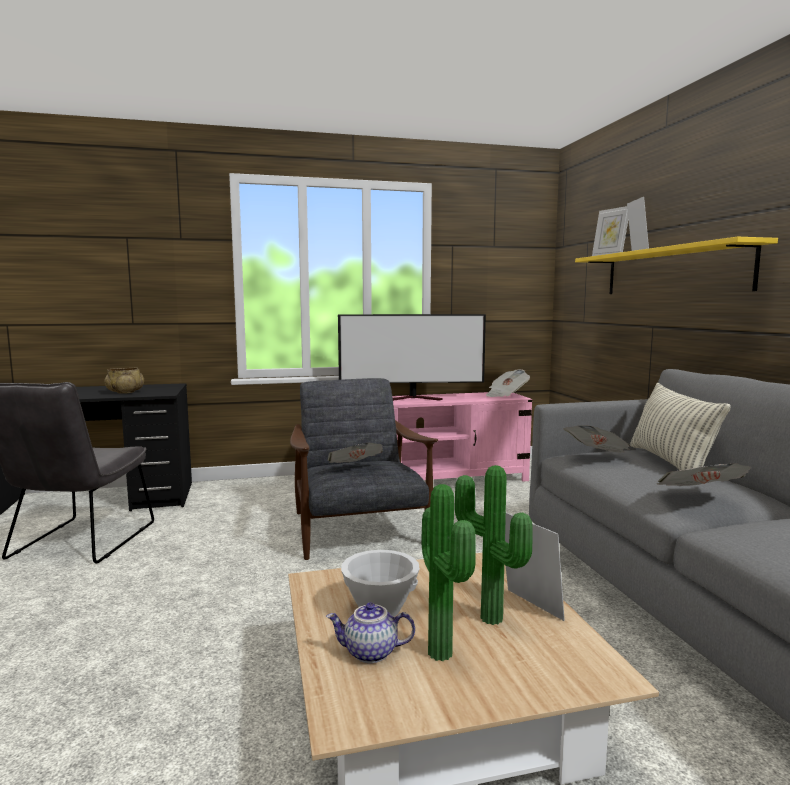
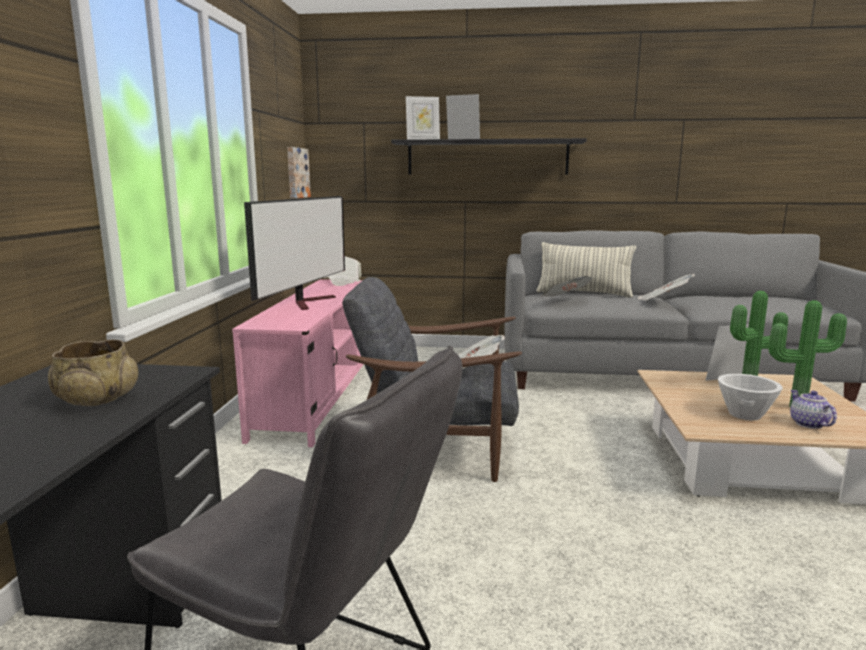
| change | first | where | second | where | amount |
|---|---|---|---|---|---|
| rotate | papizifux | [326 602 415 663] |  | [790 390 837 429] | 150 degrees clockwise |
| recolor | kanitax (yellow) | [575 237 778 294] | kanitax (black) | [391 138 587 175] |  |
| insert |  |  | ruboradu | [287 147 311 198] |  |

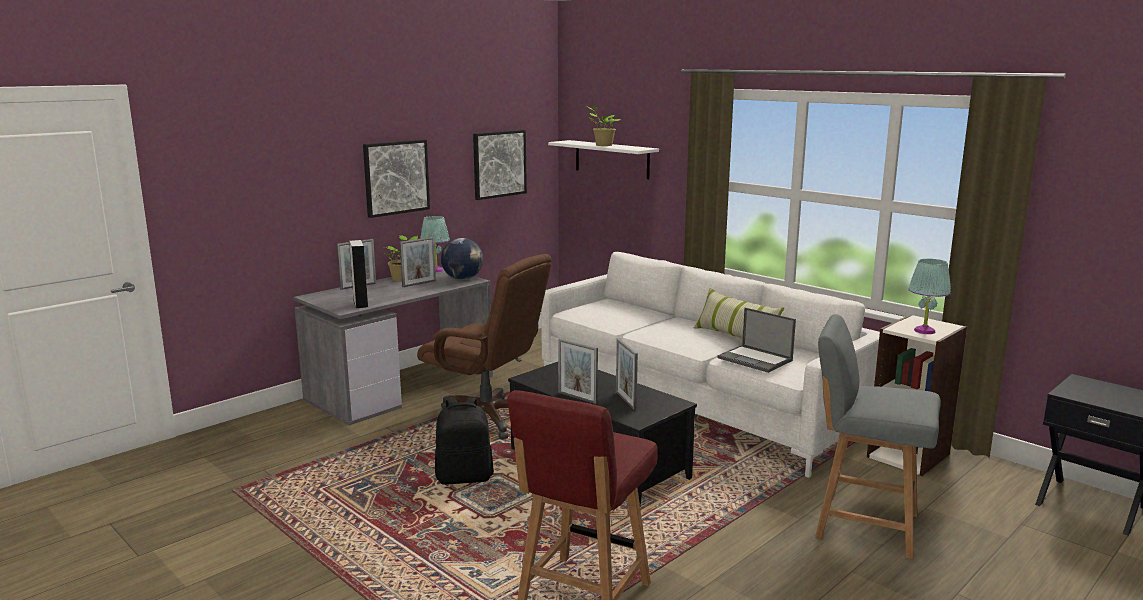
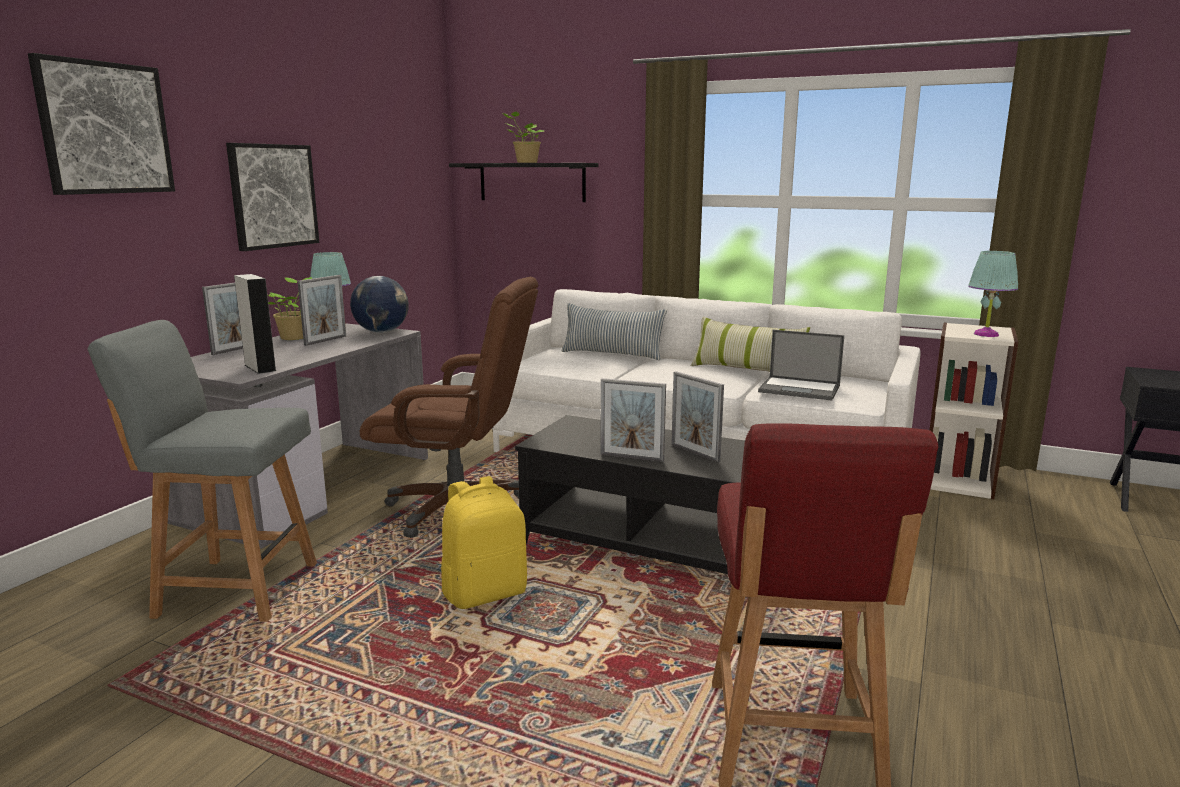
| change | first | where | second | where | amount |
|---|---|---|---|---|---|
| recolor | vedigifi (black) | [435 398 494 485] | vedigifi (yellow) | [441 476 527 609] |  |
| move | ruboradu | [473 130 527 200] |  | [28 53 175 195] |  |
| recolor | kanitax (white) | [548 140 659 179] | kanitax (black) | [449 163 598 202] |  |
| move | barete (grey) | [815 314 941 559] |  | [88 320 317 622] |  |
| insert |  |  | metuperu | [562 303 667 361] |  |

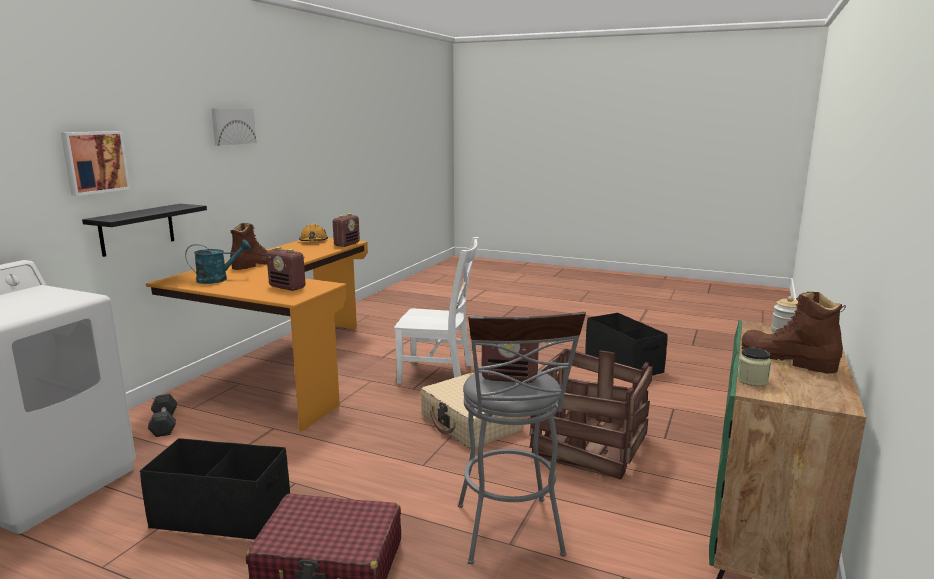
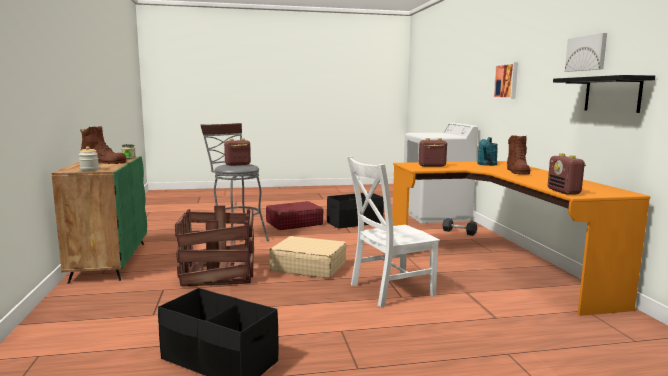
| change | first | where | second | where | amount |
|---|---|---|---|---|---|
| move | kanitax (black) | [82 204 207 257] |  | [553 75 655 113] |  |
| delete | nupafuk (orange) | [299 223 328 241] |  |  |  |

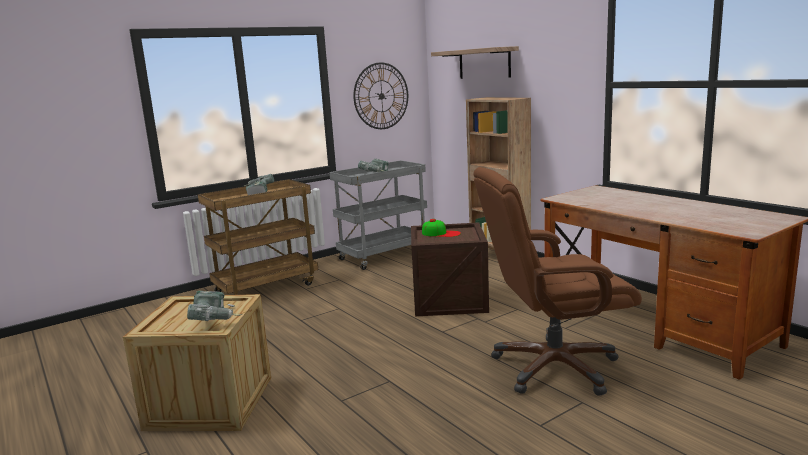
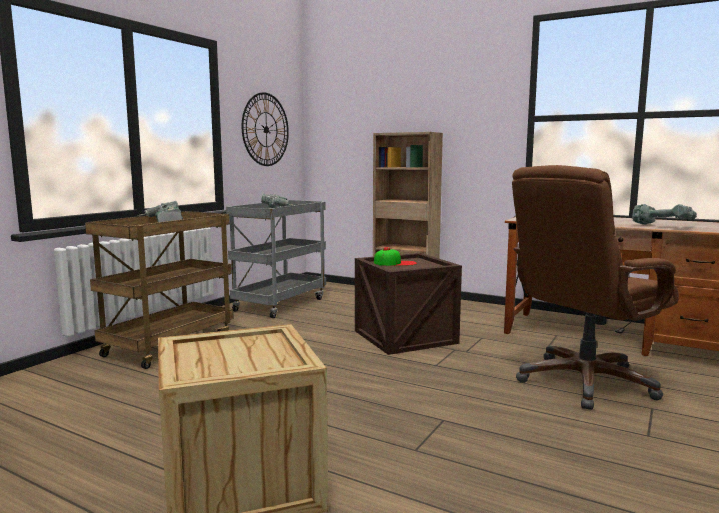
| change | first | where | second | where | amount |
|---|---|---|---|---|---|
| move | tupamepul | [187 291 242 321] |  | [632 204 697 225] |  |
| delete | kanitax | [431 46 519 79] |  |  |  |

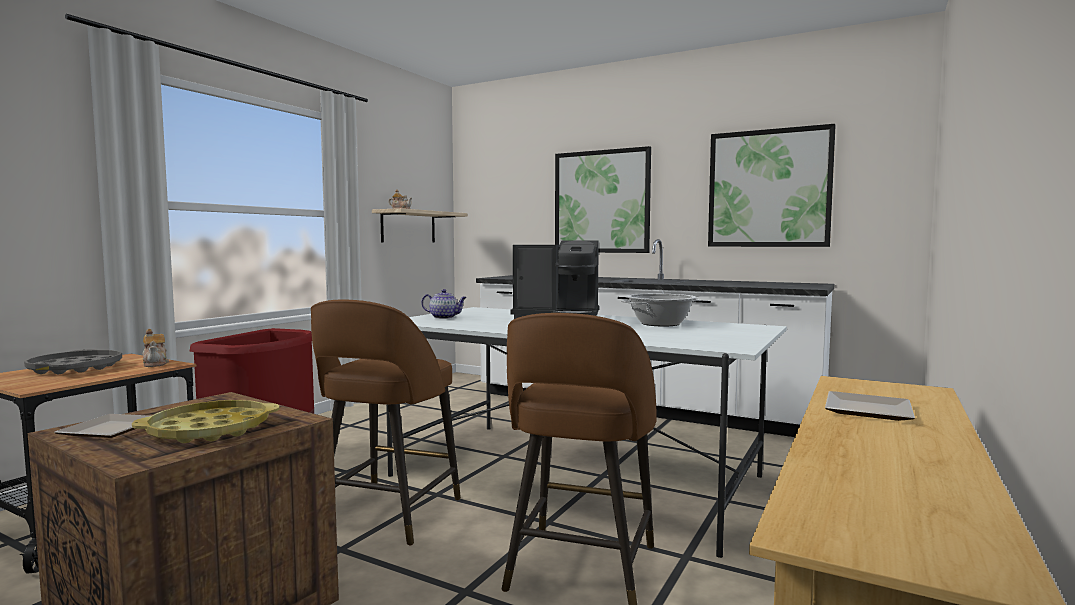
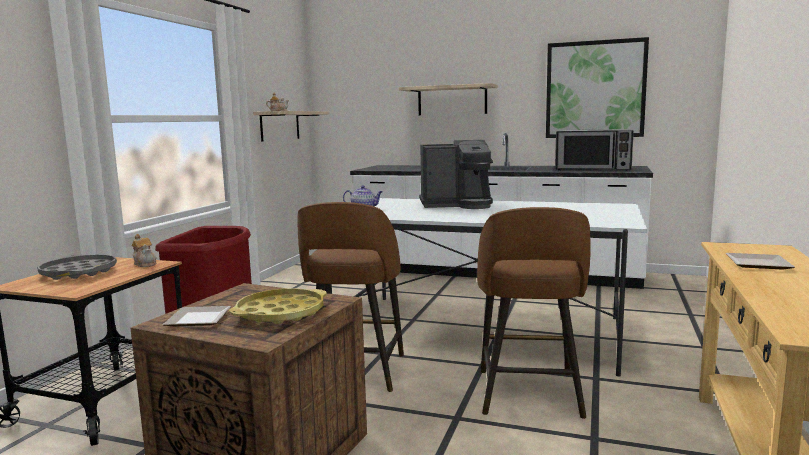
| change | first | where | second | where | amount |
|---|---|---|---|---|---|
| replace | ruboradu | [555 146 651 253] | kanitax | [399 83 498 115] |  |
| delete | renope | [621 294 700 326] |  |  |  |
| insert |  |  | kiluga | [555 129 634 171] |  |

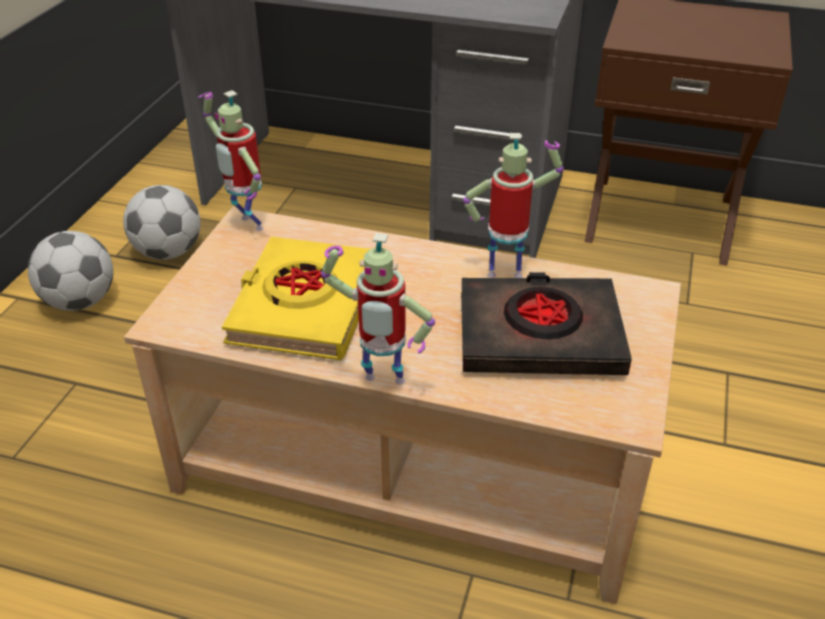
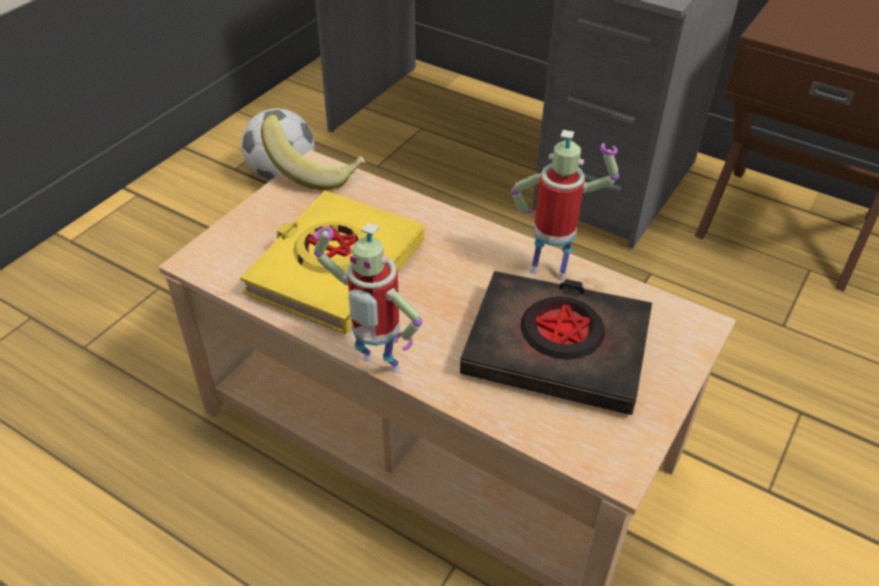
| change | first | where | second | where | amount |
|---|---|---|---|---|---|
| delete | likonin | [28 231 113 311] |  |  |  |
| replace | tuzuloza | [198 90 263 231] | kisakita | [261 115 366 190] |  |

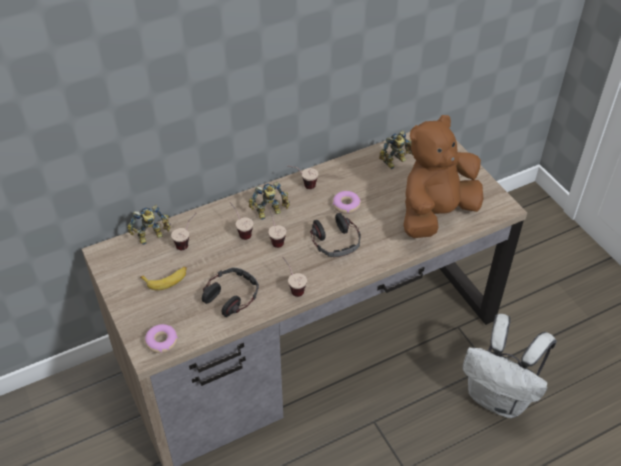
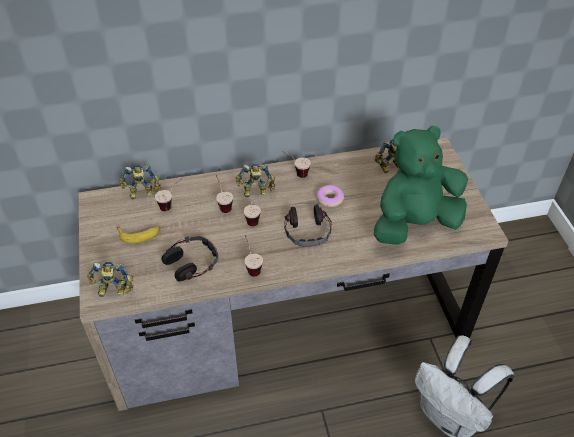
| change | first | where | second | where | amount |
|---|---|---|---|---|---|
| replace | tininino | [145 324 178 353] | tuzuloza | [87 262 133 297] |  |
| recolor | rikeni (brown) | [403 115 484 238] | rikeni (green) | [374 126 468 245] |  |

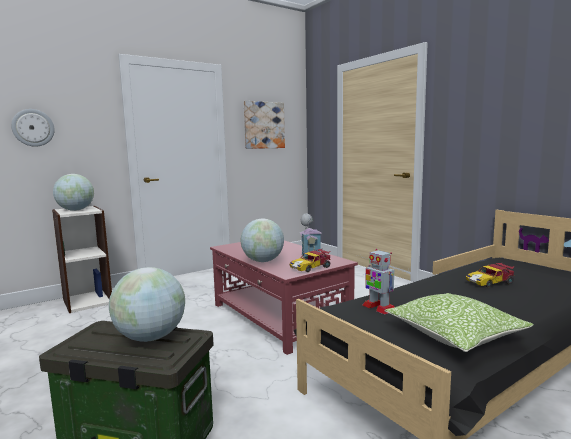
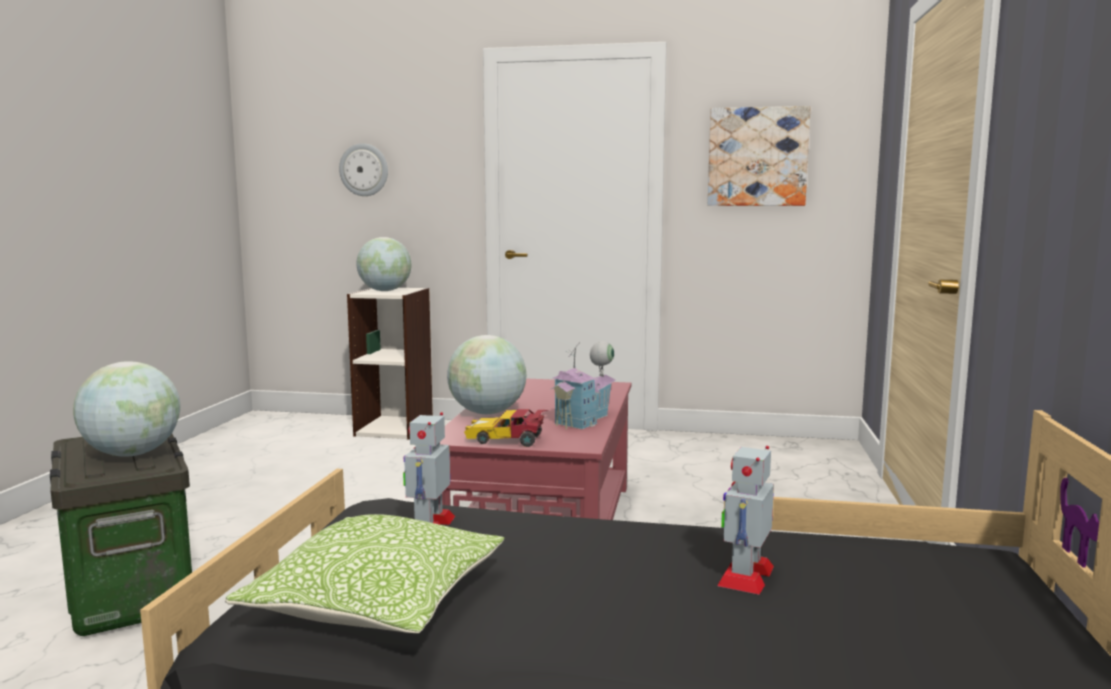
| change | first | where | second | where | amount |
|---|---|---|---|---|---|
| replace | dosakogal | [466 263 514 288] | tuzuloza | [717 446 774 595] |  |

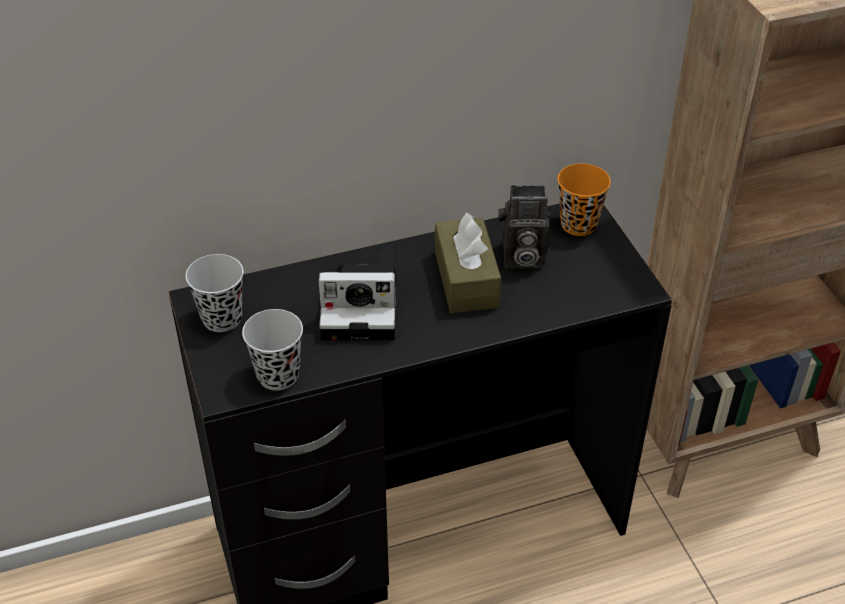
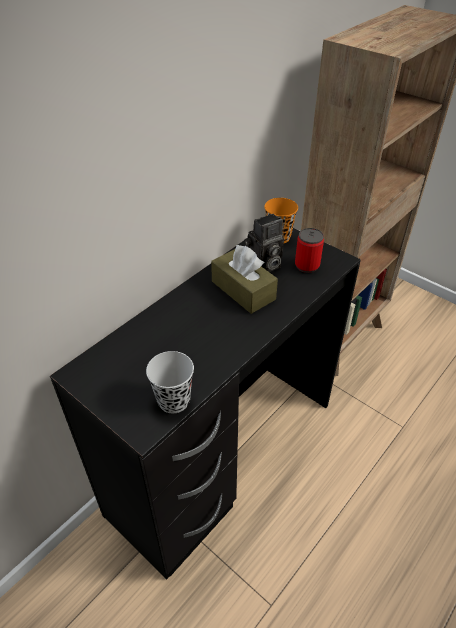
| change | first | where | second | where | amount |
|---|---|---|---|---|---|
| delete | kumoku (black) | [186 254 244 332] |  |  |  |
| delete | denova | [319 245 396 340] |  |  |  |
| insert |  |  | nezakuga | [295 228 324 273] |  |

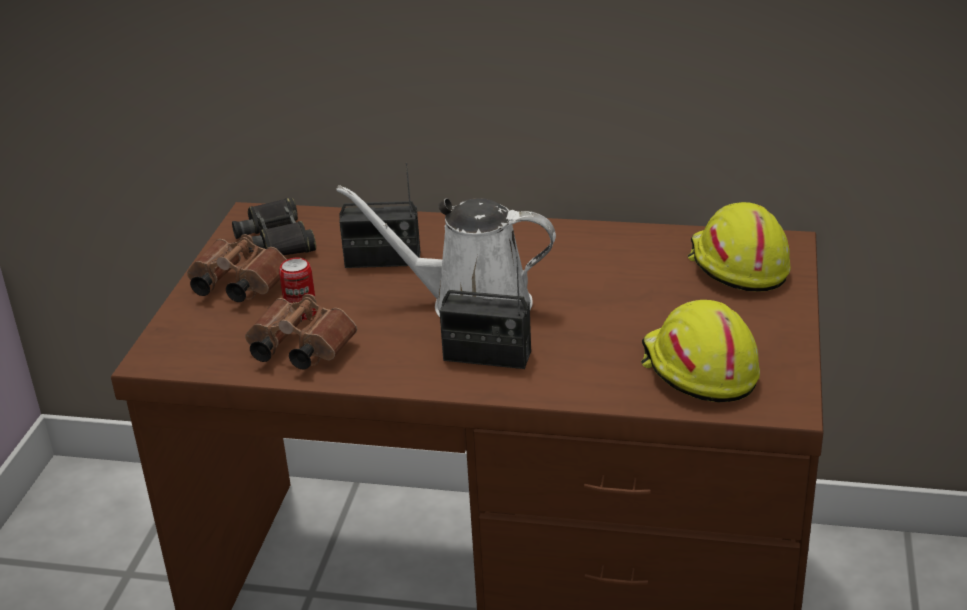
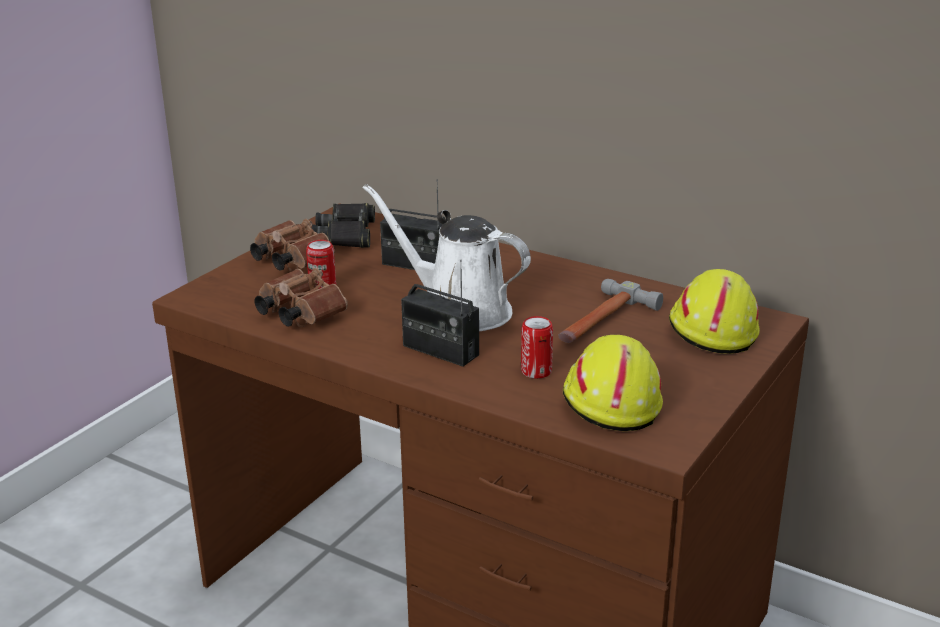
| change | first | where | second | where | amount |
|---|---|---|---|---|---|
| insert |  |  | nezakuga | [521 316 553 379] |  |
| insert |  |  | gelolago | [558 279 663 343] |  |

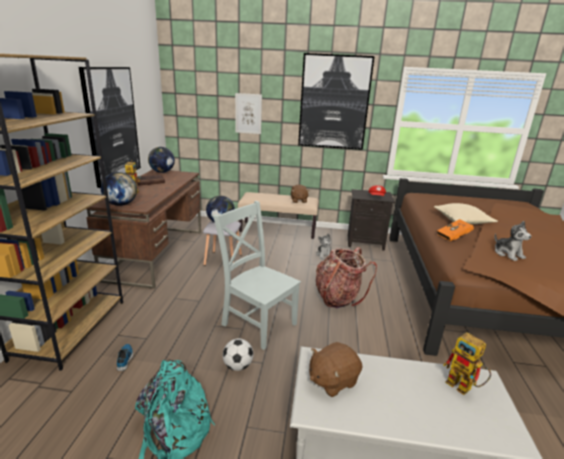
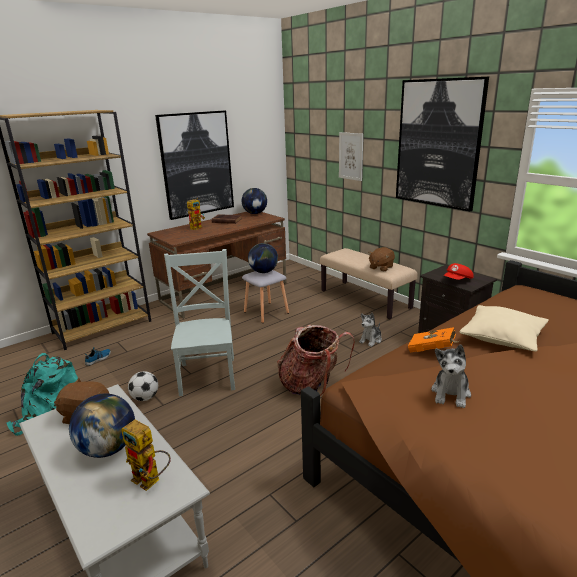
| change | first | where | second | where | amount |
|---|---|---|---|---|---|
| move | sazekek | [101 172 137 206] |  | [69 393 135 458] |  |
| rotate | tuzuloza | [443 332 491 395] |  | [121 420 171 491] | 60 degrees counterclockwise |

